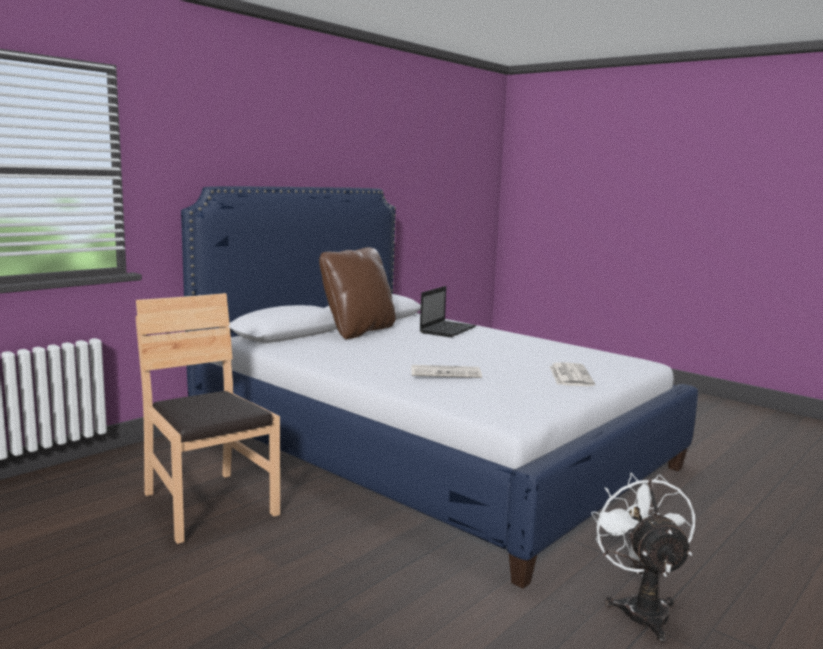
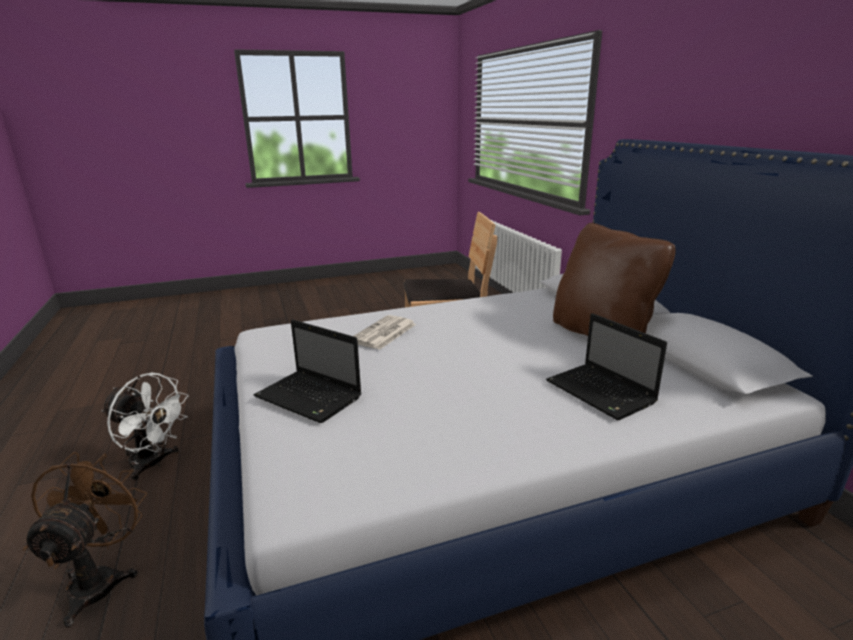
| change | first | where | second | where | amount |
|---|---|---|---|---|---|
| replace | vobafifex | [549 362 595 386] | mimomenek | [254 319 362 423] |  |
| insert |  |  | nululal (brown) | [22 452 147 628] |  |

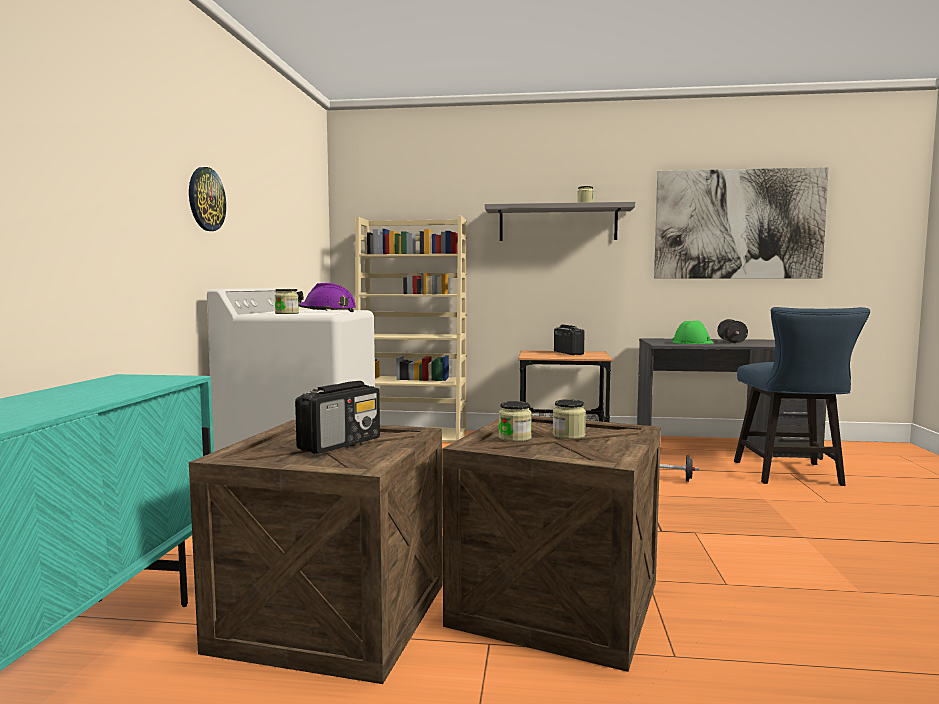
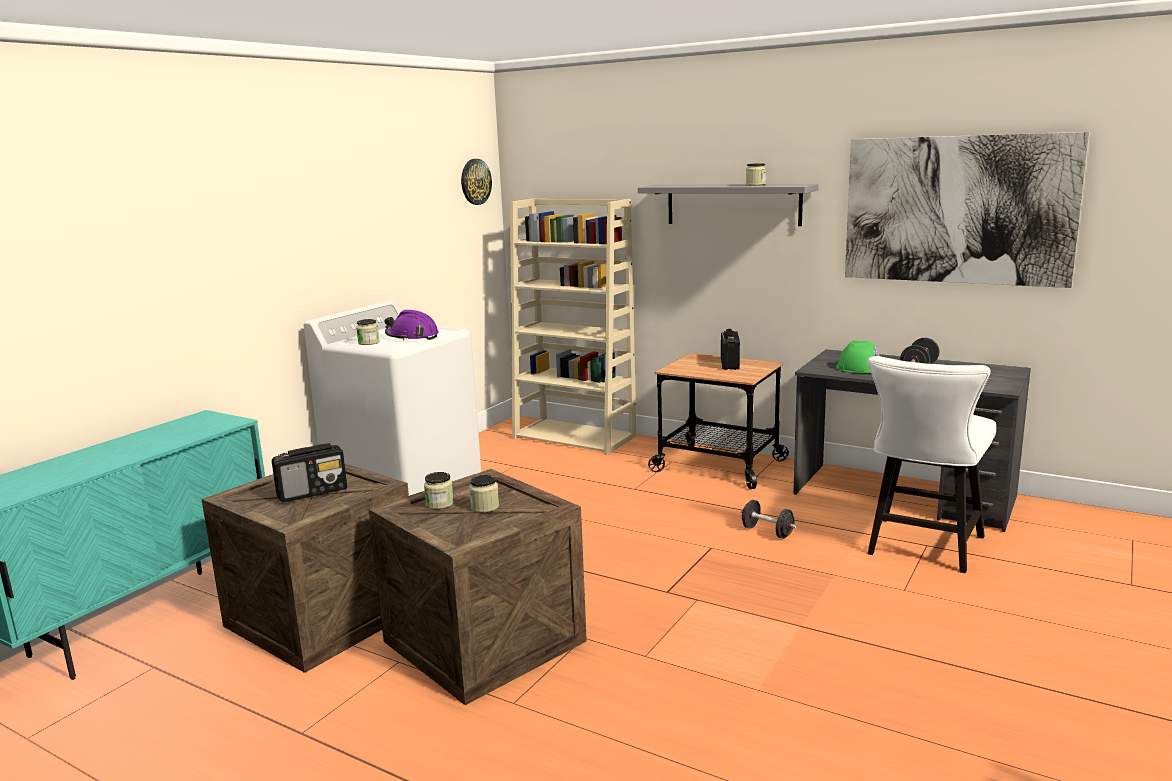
| change | first | where | second | where | amount |
|---|---|---|---|---|---|
| move | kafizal | [189 167 226 231] |  | [461 159 492 205] |  |
| recolor | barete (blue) | [734 307 870 486] | barete (white) | [868 356 996 573] |  |

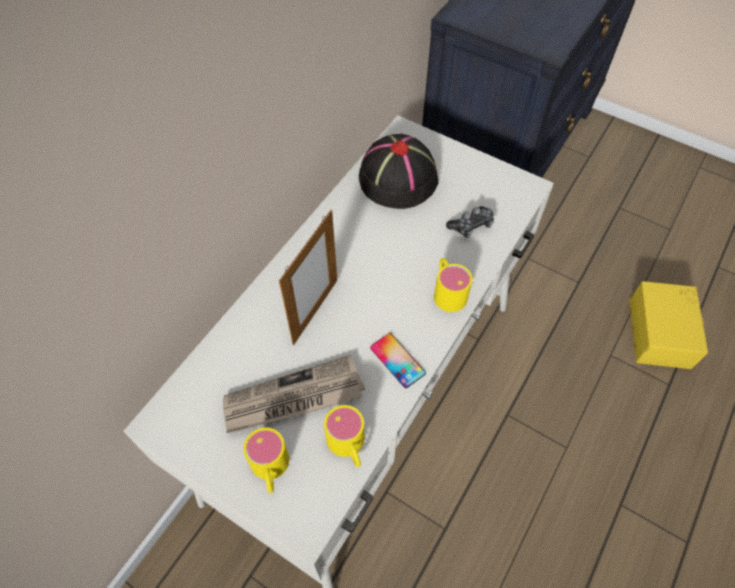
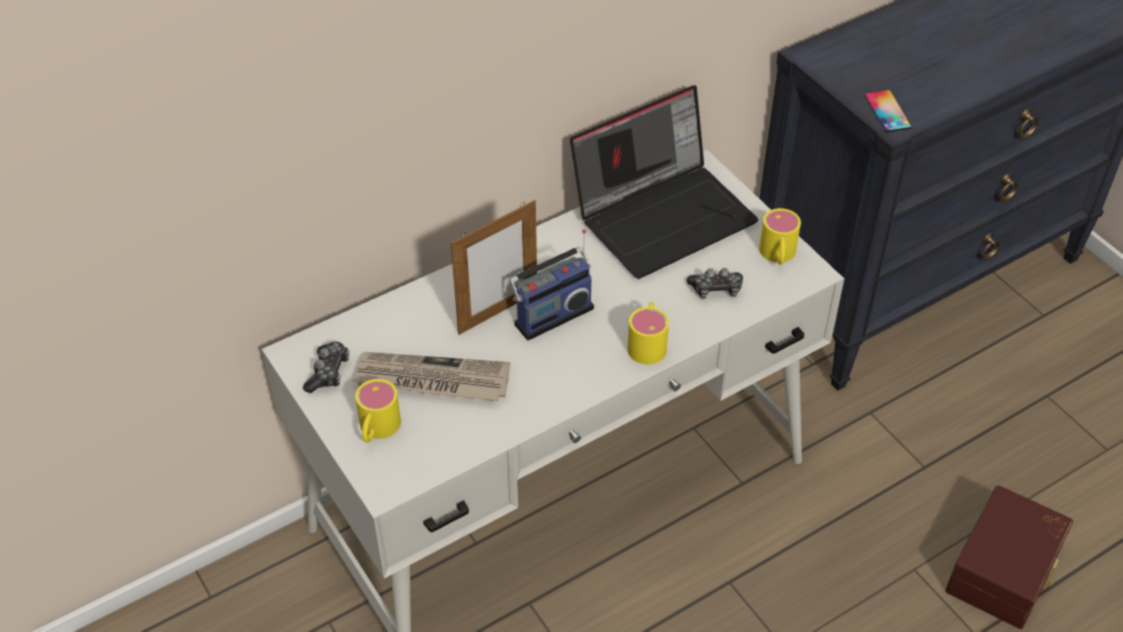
| change | first | where | second | where | amount |
|---|---|---|---|---|---|
| move | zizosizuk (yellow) | [324 405 364 467] |  | [759 208 801 265] |  |
| replace | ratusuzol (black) | [359 134 439 209] | mimomenek | [570 85 758 279] |  |
| move | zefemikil | [370 333 426 388] |  | [865 90 912 132] |  |
| recolor | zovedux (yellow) | [629 281 708 369] | zovedux (brown) | [946 485 1073 629] |  |
| insert |  |  | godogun | [303 341 349 393] |  |
| insert |  |  | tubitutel | [509 229 594 340] |  |

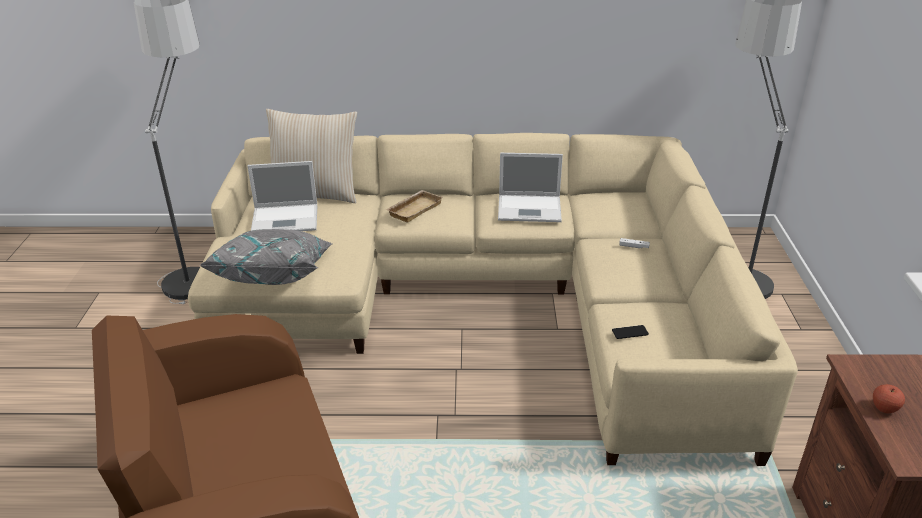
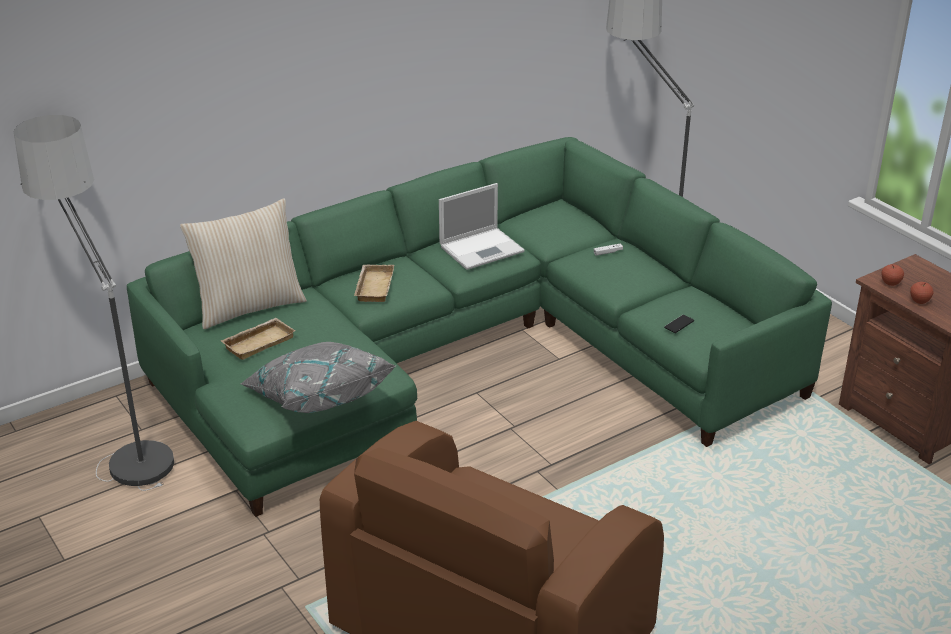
| change | first | where | second | where | amount |
|---|---|---|---|---|---|
| recolor | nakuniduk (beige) | [188 133 798 466] | nakuniduk (green) | [127 137 832 517] |  |
| replace | mimomenek | [247 161 317 231] | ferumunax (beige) | [221 318 295 360] |  |
| insert |  |  | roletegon | [881 264 904 286] |  |

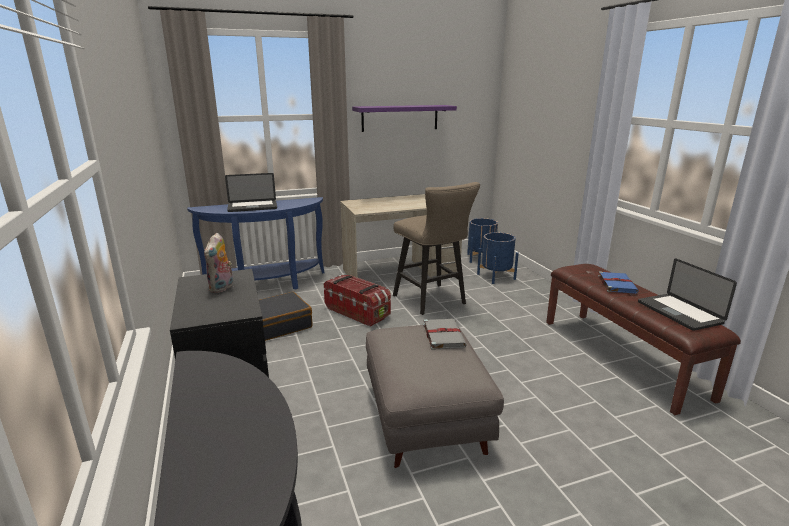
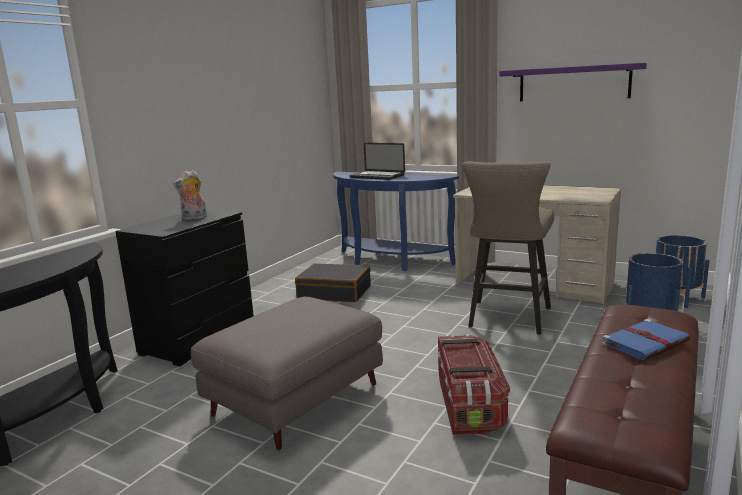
| change | first | where | second | where | amount |
|---|---|---|---|---|---|
| move | zovedux | [324 275 391 327] |  | [438 334 510 435] |  |
| delete | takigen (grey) | [423 319 466 350] |  |  |  |
| delete | mimomenek | [638 258 737 331] |  |  |  |

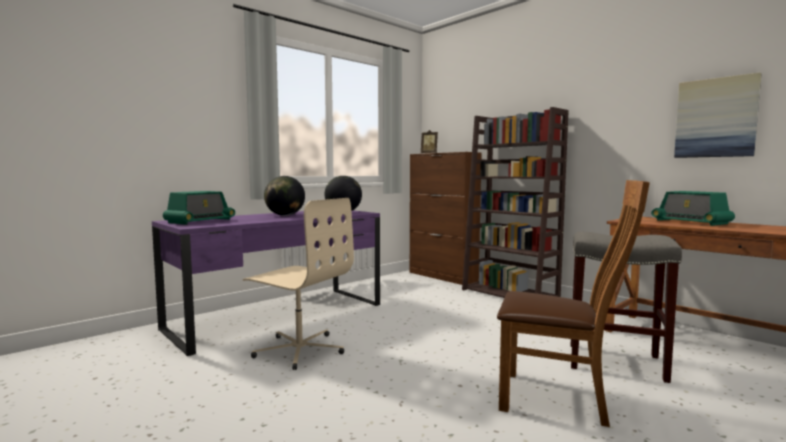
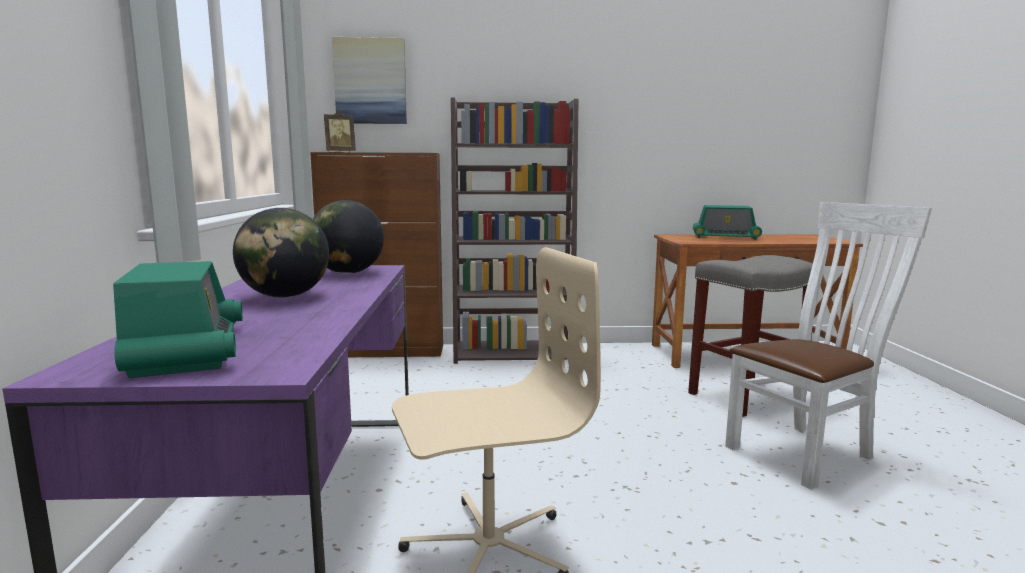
| change | first | where | second | where | amount |
|---|---|---|---|---|---|
| recolor | barete (brown) | [497 180 650 427] | barete (white) | [725 202 932 490] |  |
| move | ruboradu | [674 72 762 158] |  | [332 37 407 124] |  |

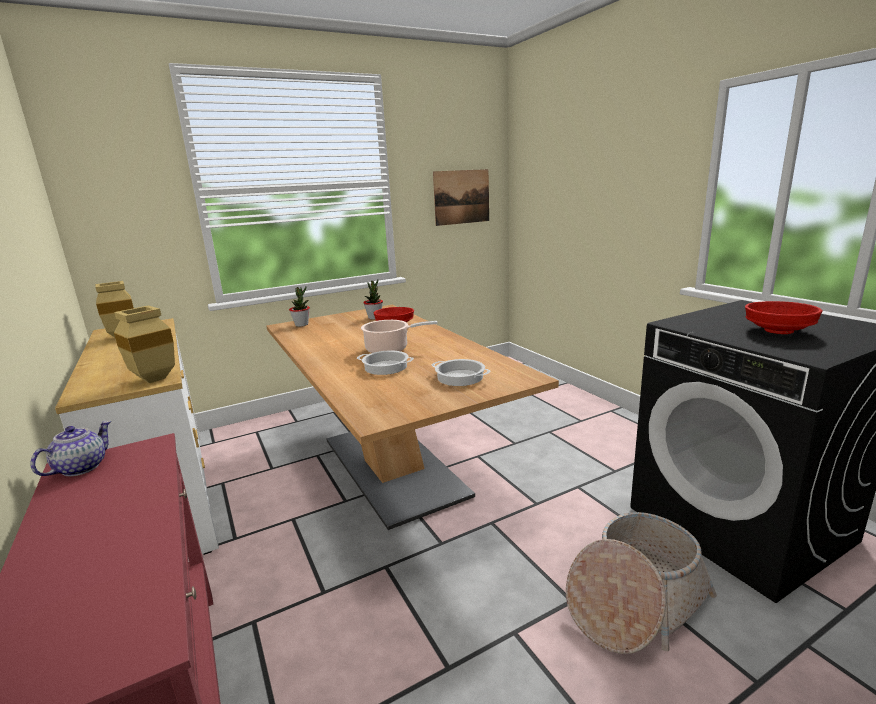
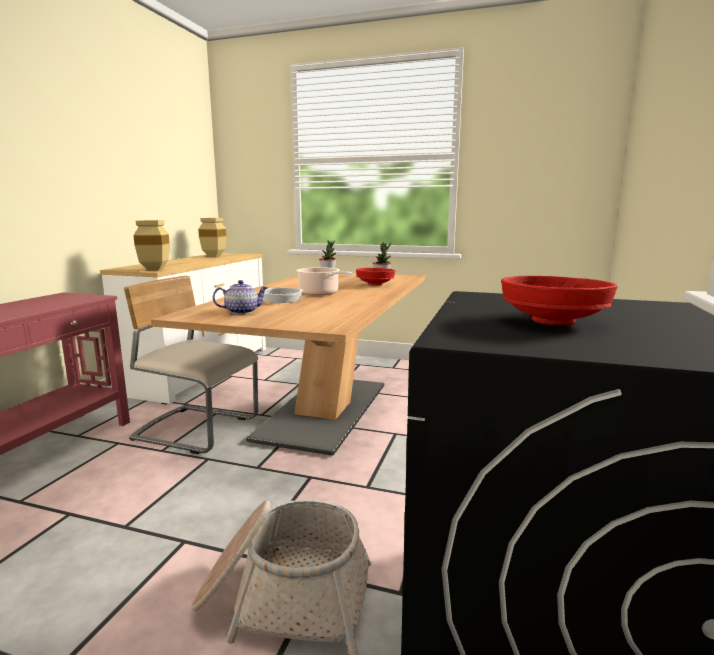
| change | first | where | second | where | amount |
|---|---|---|---|---|---|
| move | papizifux | [30 421 111 476] |  | [213 280 268 314] |  |
| delete | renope | [431 359 491 386] |  |  |  |
| delete | ruboradu | [433 169 489 226] |  |  |  |
| insert |  |  | barete (beige) | [124 276 258 454] |  |

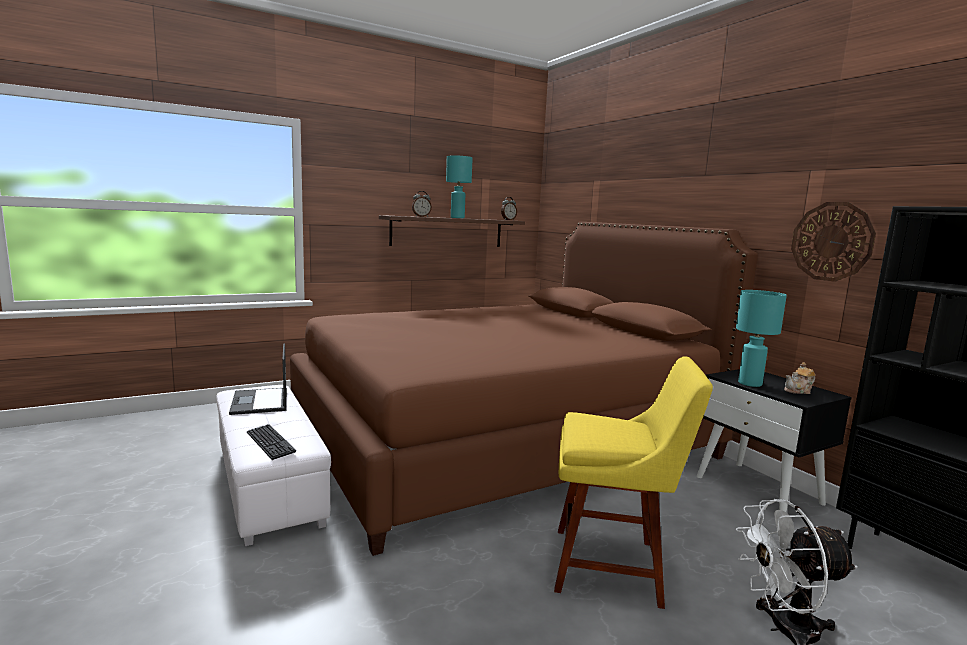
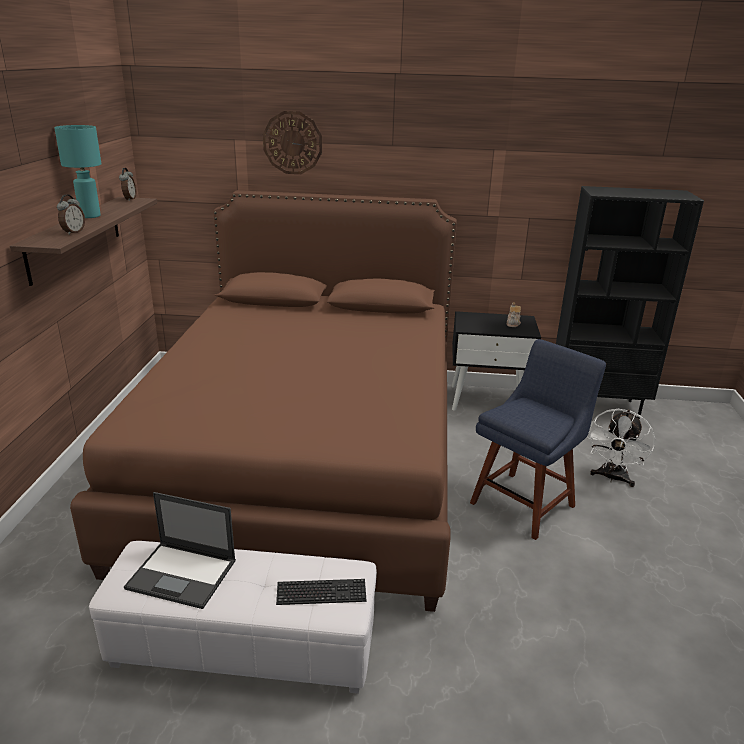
| change | first | where | second | where | amount |
|---|---|---|---|---|---|
| recolor | barete (yellow) | [554 356 713 609] | barete (blue) | [470 339 606 540] |  |
| delete | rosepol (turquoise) | [736 290 787 387] |  |  |  |
| move | kafizal | [791 202 876 282] |  | [263 111 322 174] |  |

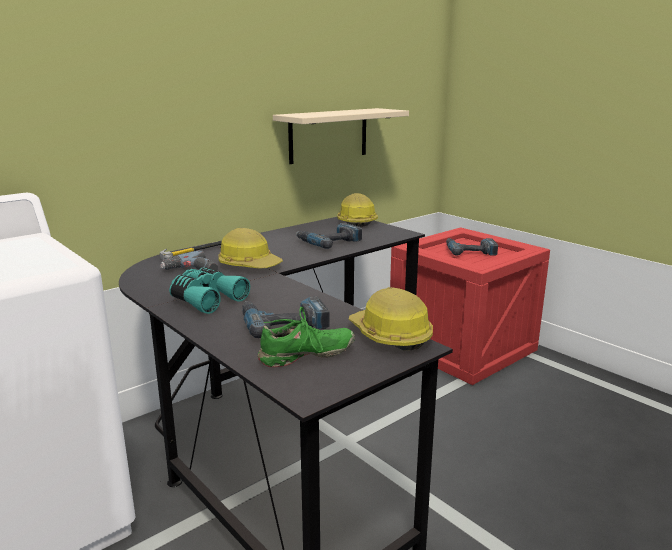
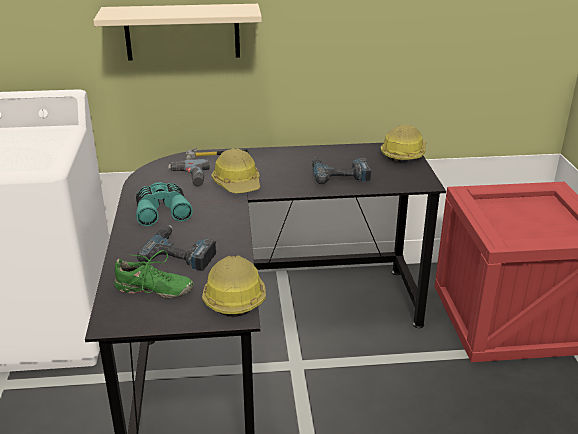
| change | first | where | second | where | amount |
|---|---|---|---|---|---|
| move | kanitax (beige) | [273 108 409 164] |  | [93 4 262 61] |  |
| delete | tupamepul | [446 238 498 256] |  |  |  |

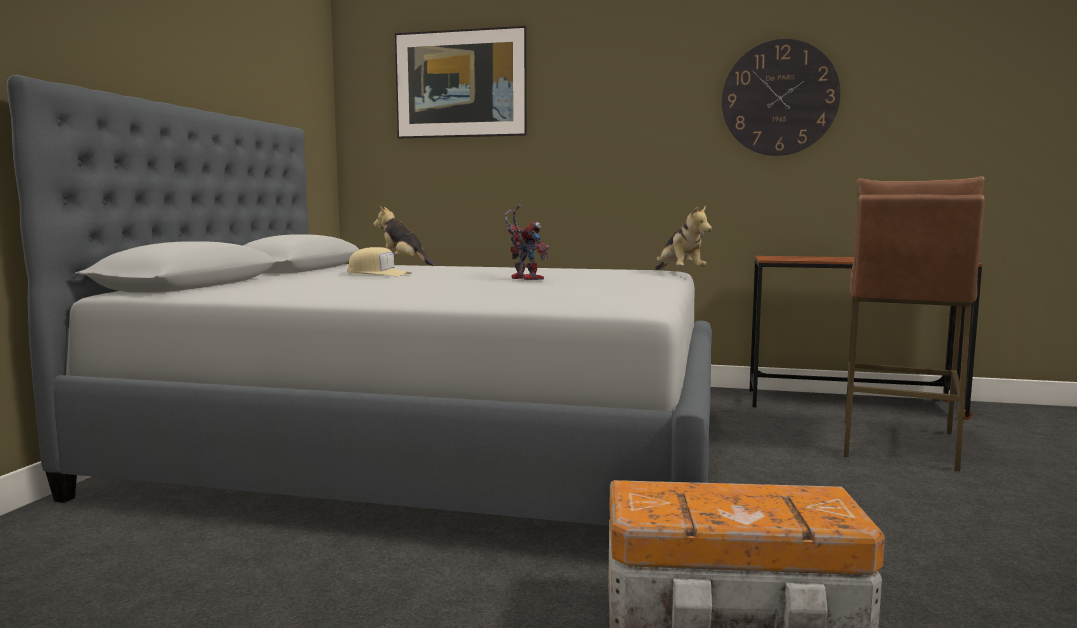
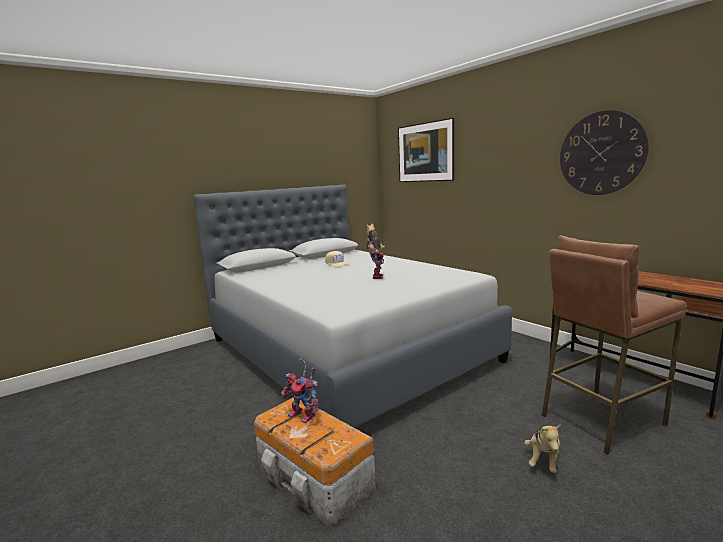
| change | first | where | second | where | amount |
|---|---|---|---|---|---|
| move | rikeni | [655 205 712 270] |  | [525 423 561 473] |  |
| insert |  |  | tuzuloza | [281 358 319 423] |  |

